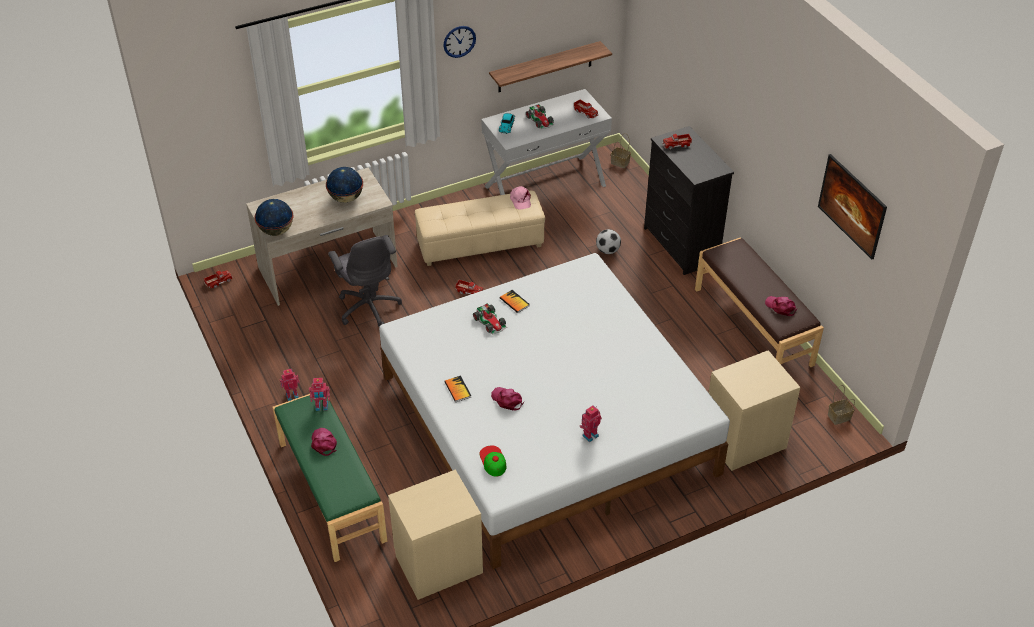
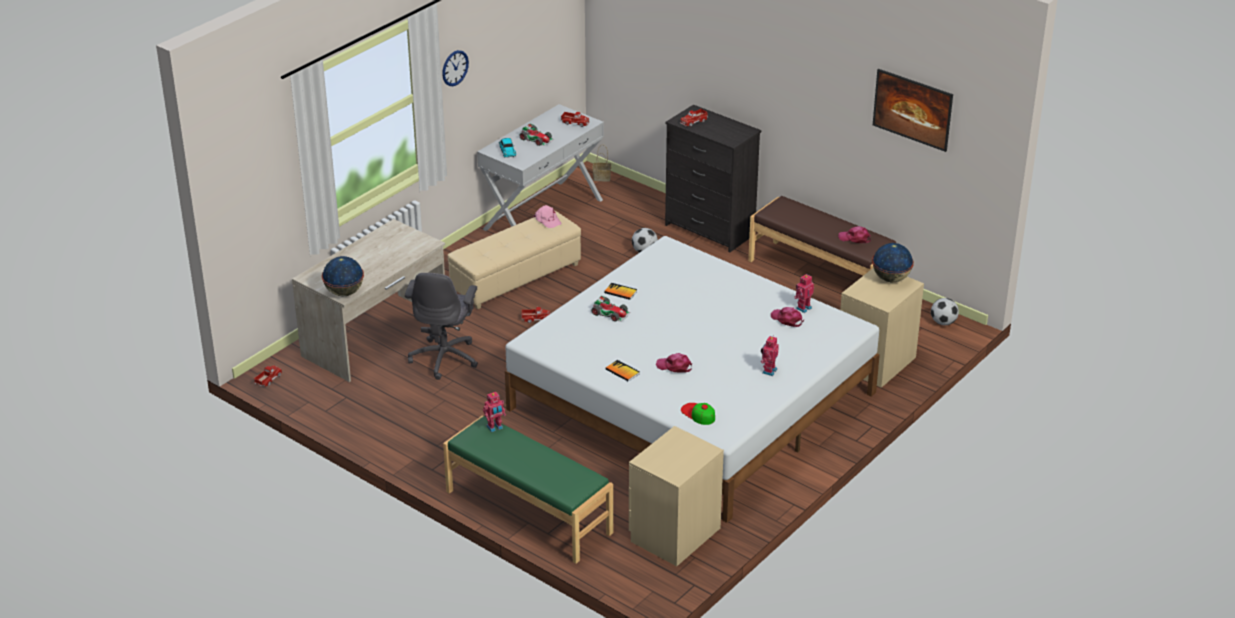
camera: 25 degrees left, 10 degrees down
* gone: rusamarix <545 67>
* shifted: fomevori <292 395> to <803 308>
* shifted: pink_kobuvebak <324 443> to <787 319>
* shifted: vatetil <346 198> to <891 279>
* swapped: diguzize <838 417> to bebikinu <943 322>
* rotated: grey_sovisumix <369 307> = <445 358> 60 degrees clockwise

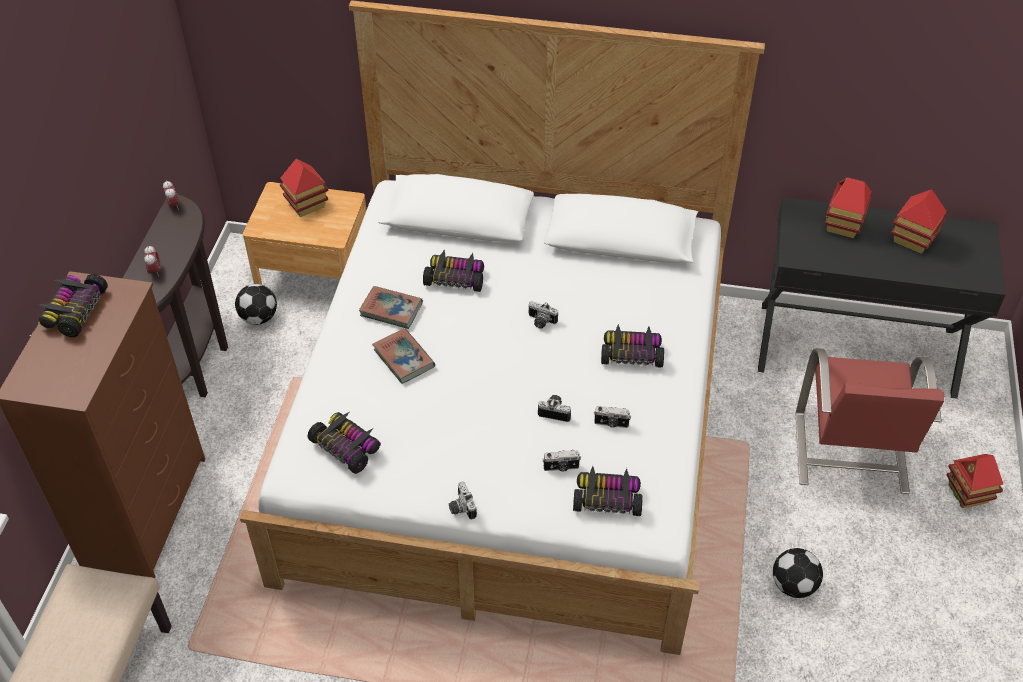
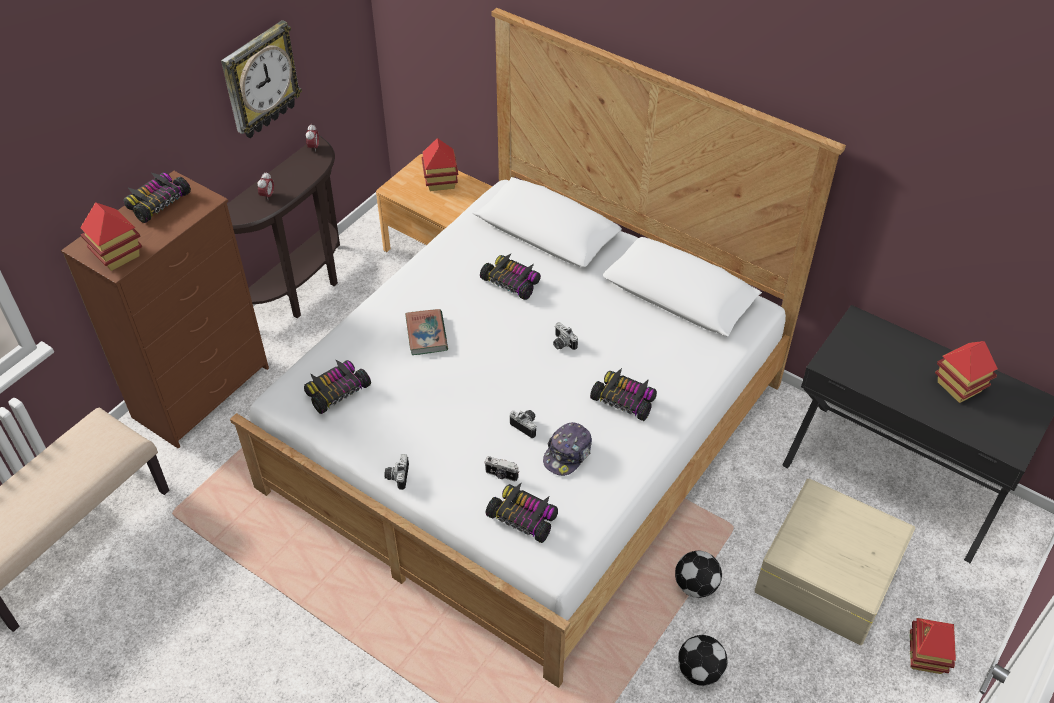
camera: 25 degrees right, 0 degrees up
* gone: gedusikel <391 310>
* new: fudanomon <260 80>
* shifted: bebikinu <259 317> to <696 585>
* shifted: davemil <843 225> to <118 256>
* swapped: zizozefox <611 424> to kobuvebak <568 454>
* swapped: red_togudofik <850 454> to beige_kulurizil <827 574>
* rotated: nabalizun <347 446> = <336 390> 105 degrees counterclockwise

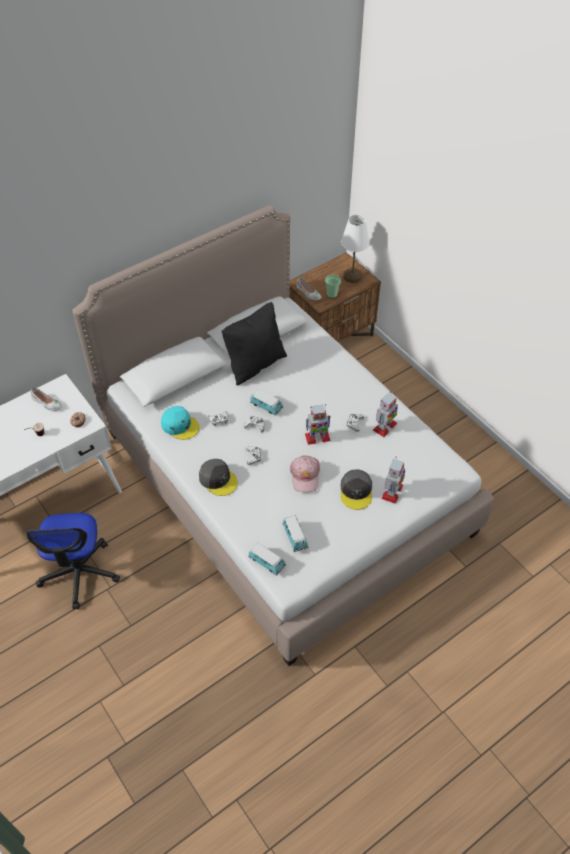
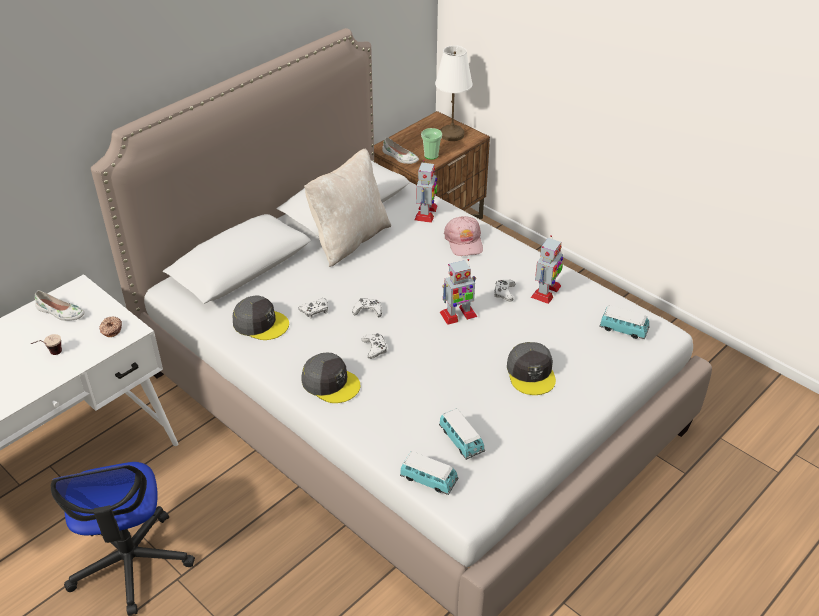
camera: 10 degrees left, 10 degrees down
* shifted: nabalizun <266 406> to <623 330>
* shifted: pink_kobuvebak <305 476> to <464 241>
* shifted: fomevori <392 492> to <426 213>
* repainted: turquoise_kobuvebak <180 425> to grey_kobuvebak <260 323>
* repainted: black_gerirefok <255 364> to beige_gerirefok <349 240>

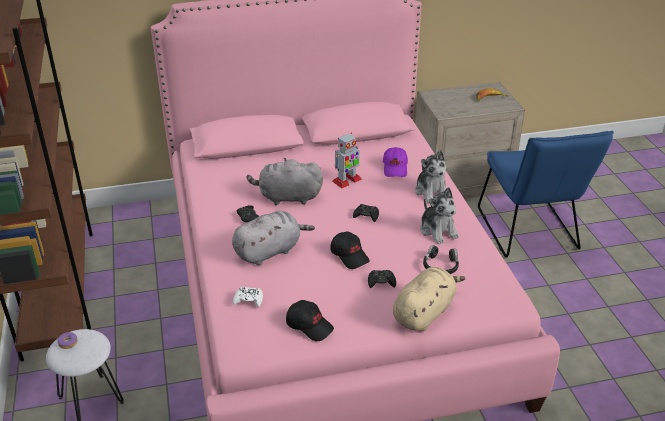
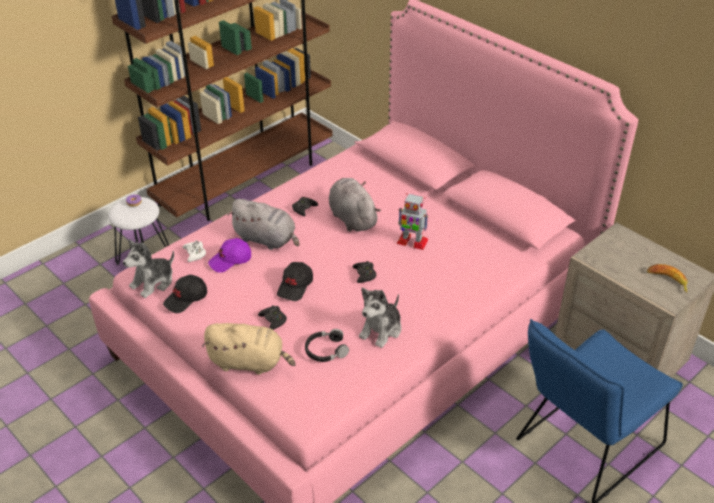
camera: 60 degrees right, 5 degrees up
* shifted: purple_kobuvebak <395 168> to <230 261>
* shifted: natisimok <431 192> to <153 282>
* rotated: black_kobuvebak <309 325> = <186 299> 45 degrees clockwise

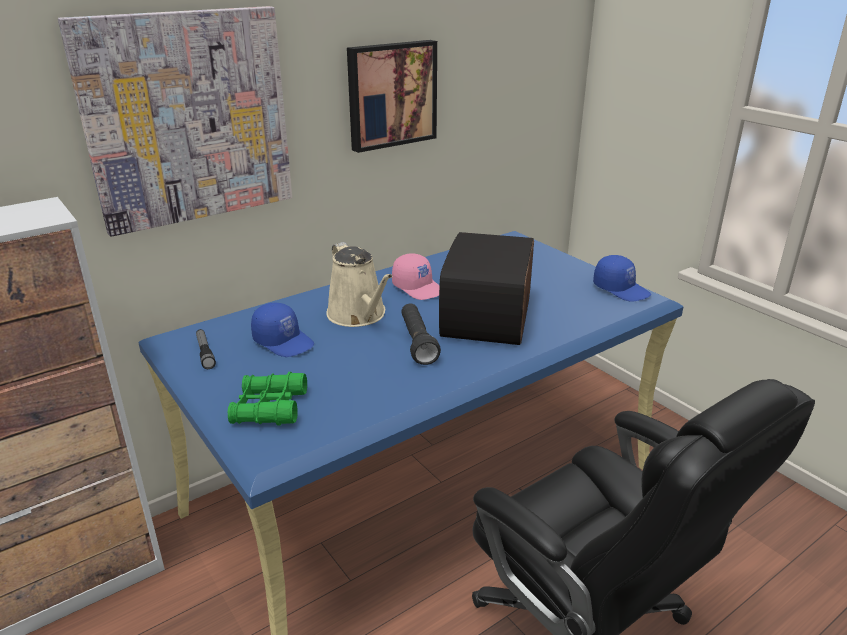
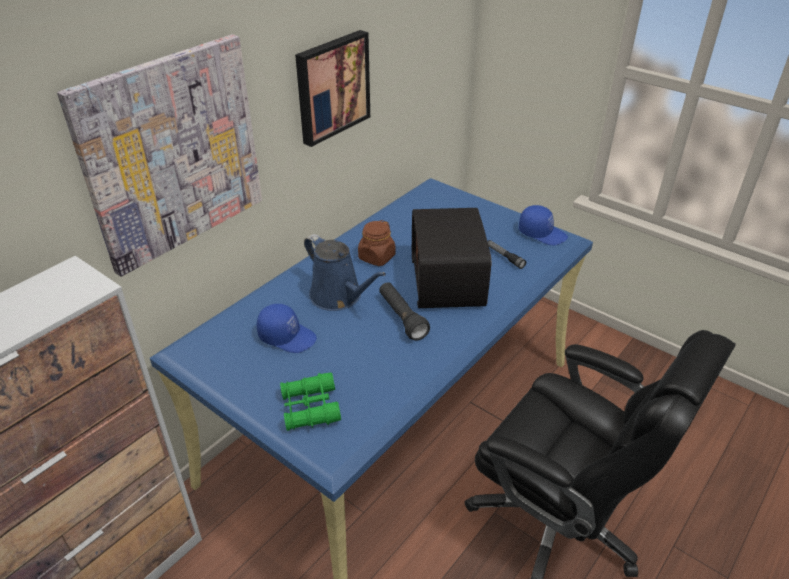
camera: 15 degrees left, 10 degrees up
* shifted: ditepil <205 353> to <504 257>
* swapped: pink_kobuvebak <418 288> to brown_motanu <376 257>
* repainted: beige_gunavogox <359 315> to blue_gunavogox <339 296>

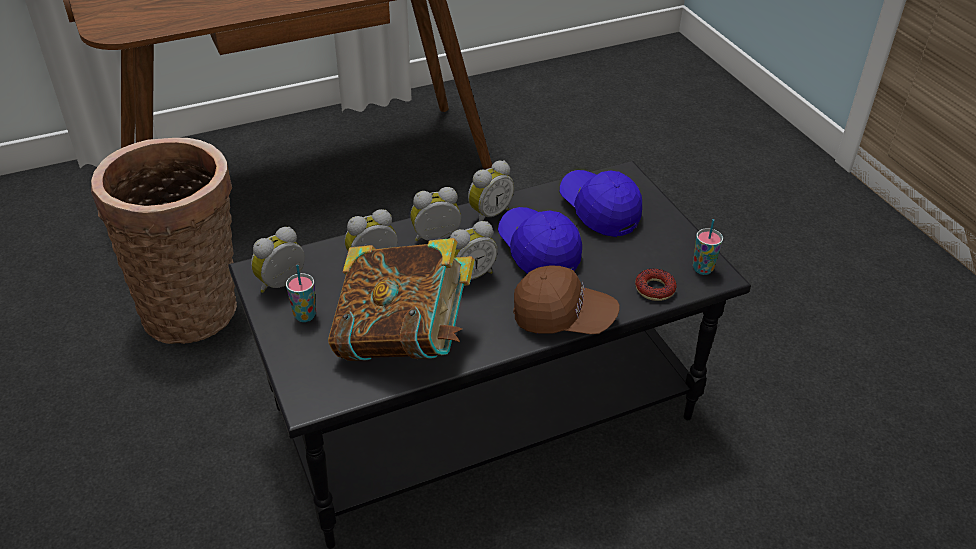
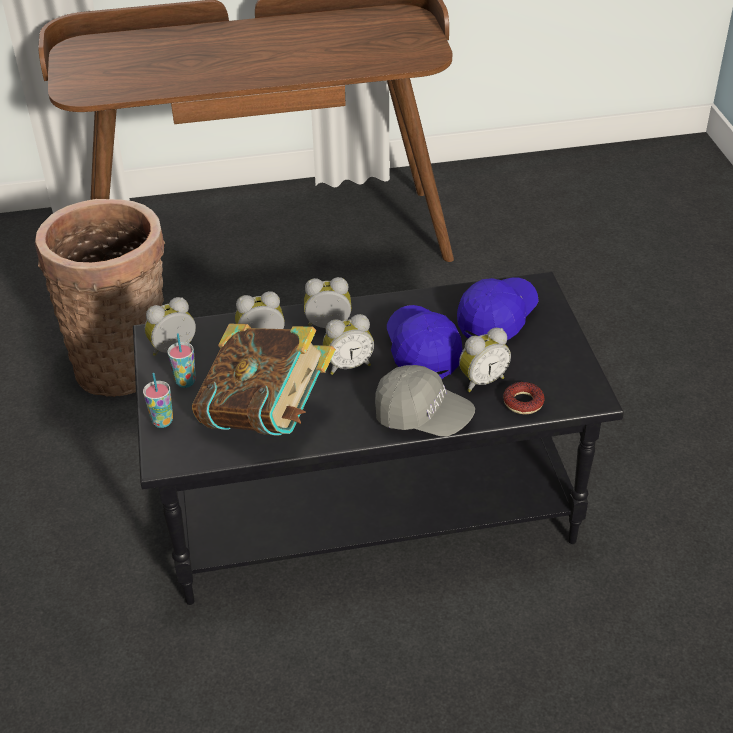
camera: 15 degrees right, 0 degrees up
* shifted: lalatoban <488 214> to <481 380>
* shifted: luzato <702 269> to <162 421>
* repainted: brown_kobuvebak <563 317> to grey_kobuvebak <423 417>
* rotated: blue_kobuvebak <599 211> = <497 318> 60 degrees clockwise

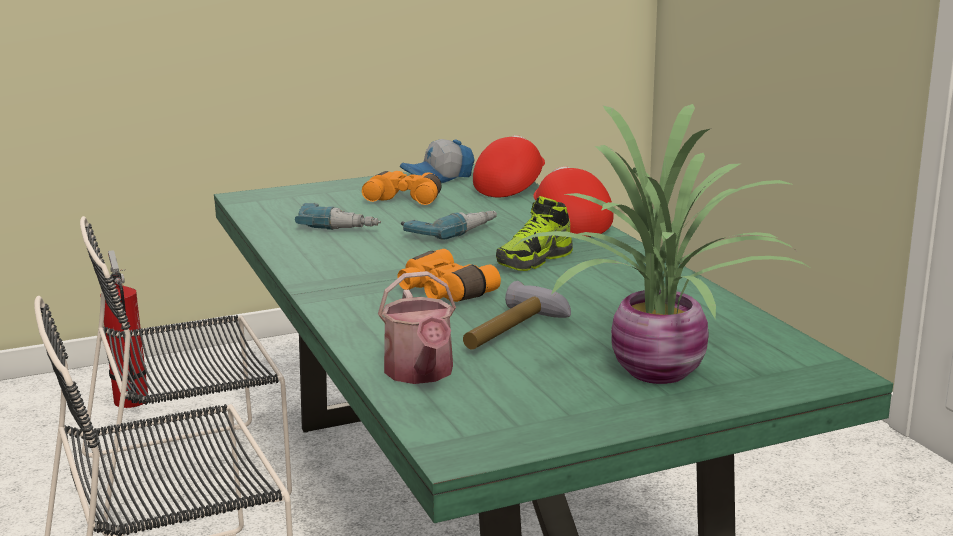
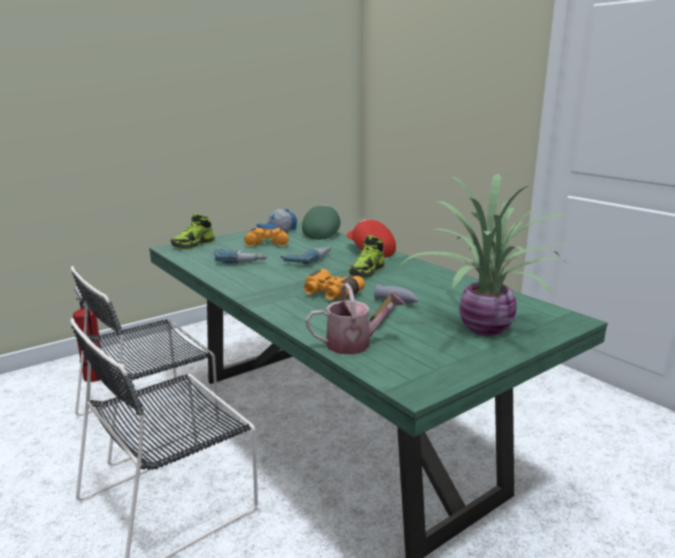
camera: 15 degrees left, 0 degrees up
* new: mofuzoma <193 245>
* repainted: red_kobuvebak <509 187> to green_kobuvebak <321 233>
* rotated: gunavogox <421 373> = <354 343> 75 degrees counterclockwise

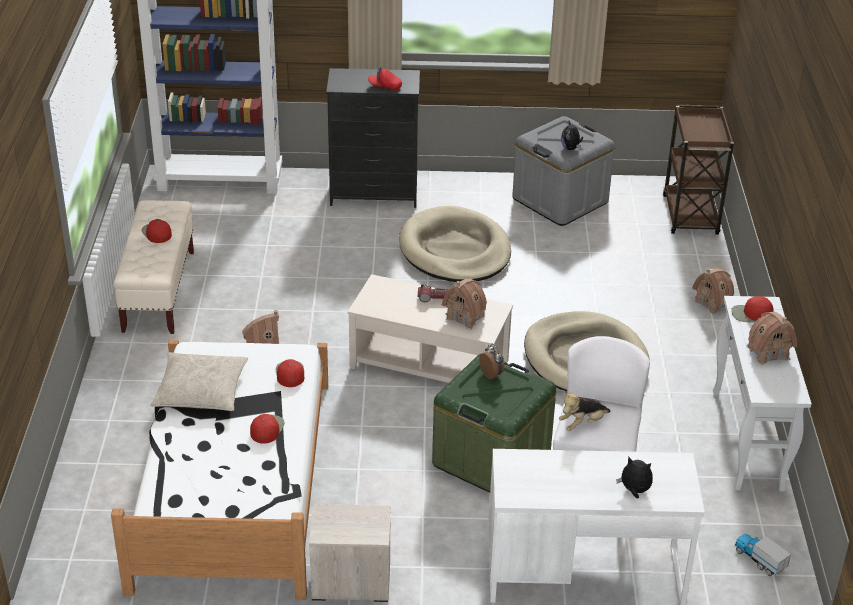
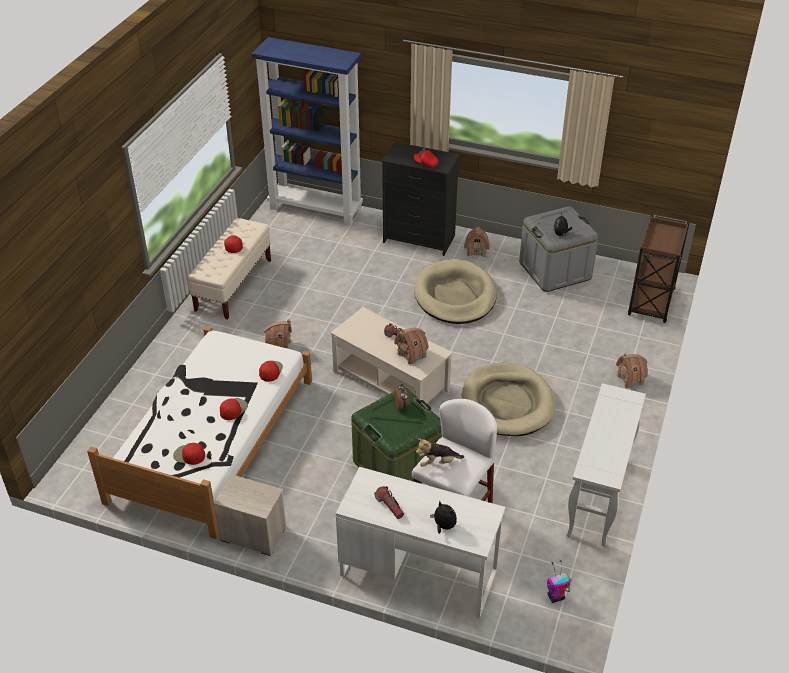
camera: 20 degrees right, 5 degrees up
* gone: beige_gerirefok <201 391>
* new: ditepil <389 506>
* shifted: red_kobuvebak <751 314> to <189 455>
* shifted: davemil <768 353> to <476 251>
* swapped: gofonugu <759 560> to fomevori <555 597>

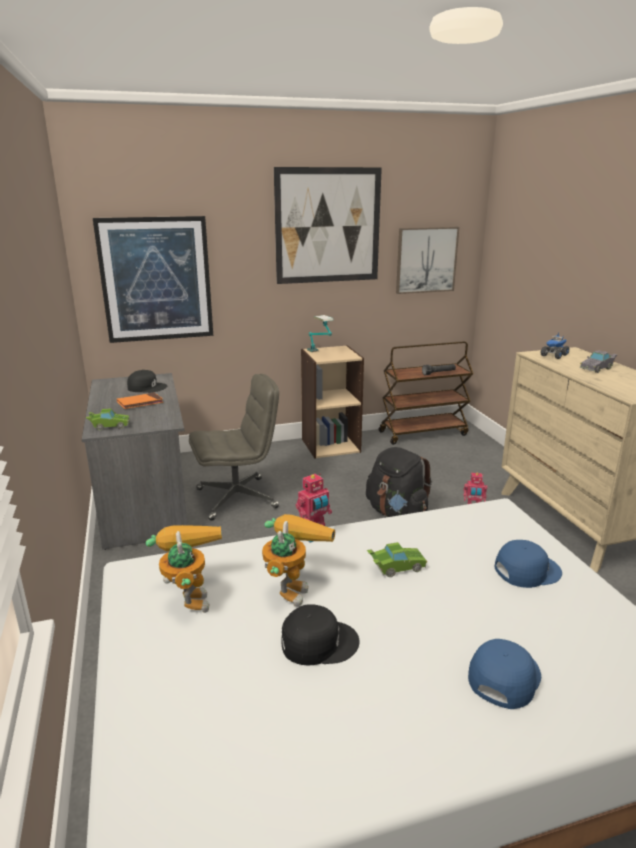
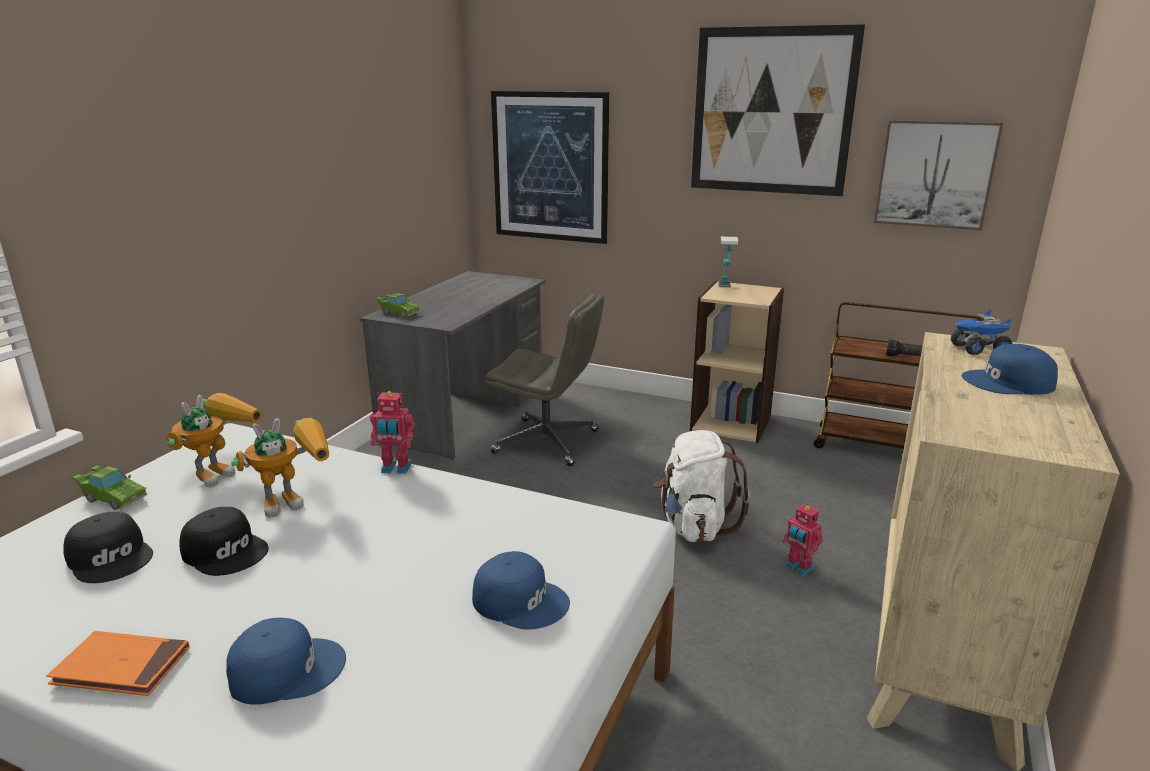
camera: 40 degrees right, 0 degrees up
* shifted: orange_gedusikel <140 403> to <122 667>
* shifted: black_kobuvebak <147 387> to <111 557>
* shifted: green_nabalizun <396 568> to <113 498>
* swapped: grey_nabalizun <597 368> to blue_kobuvebak <1009 383>
* repainted: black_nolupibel <397 513> to white_nolupibel <694 526>

